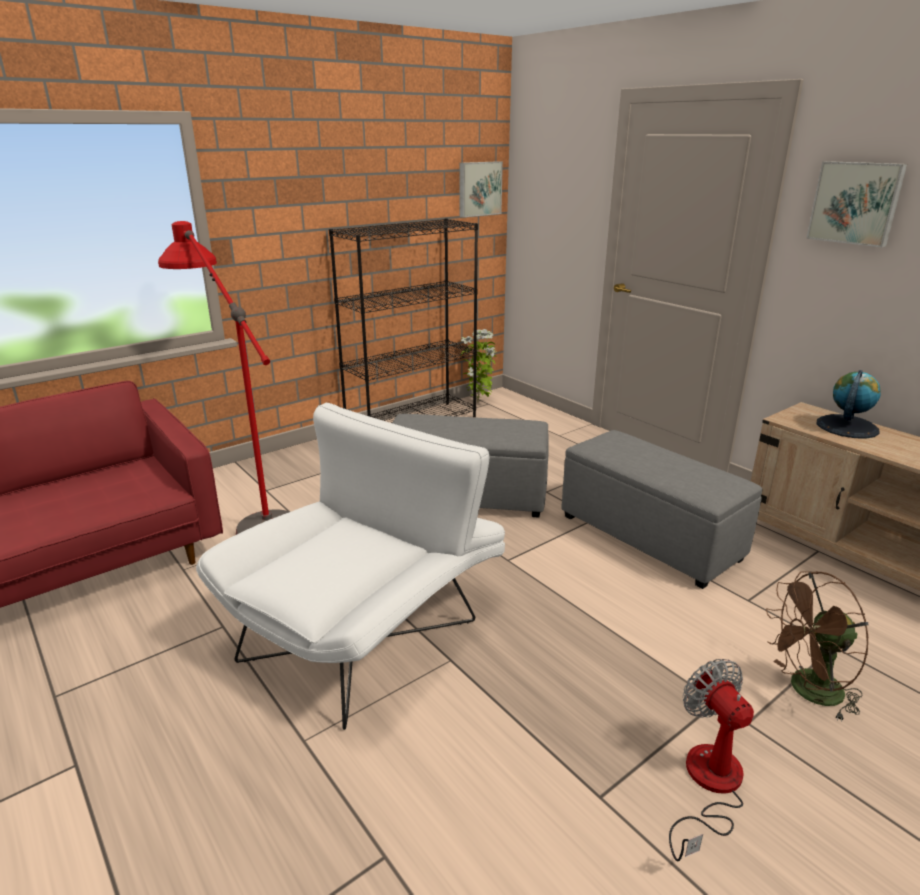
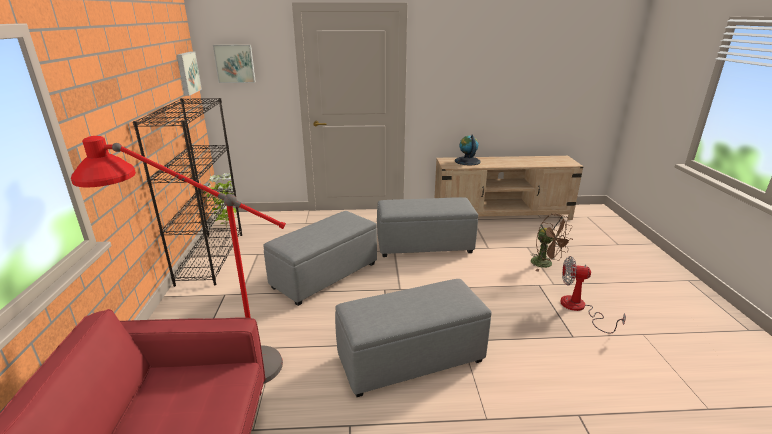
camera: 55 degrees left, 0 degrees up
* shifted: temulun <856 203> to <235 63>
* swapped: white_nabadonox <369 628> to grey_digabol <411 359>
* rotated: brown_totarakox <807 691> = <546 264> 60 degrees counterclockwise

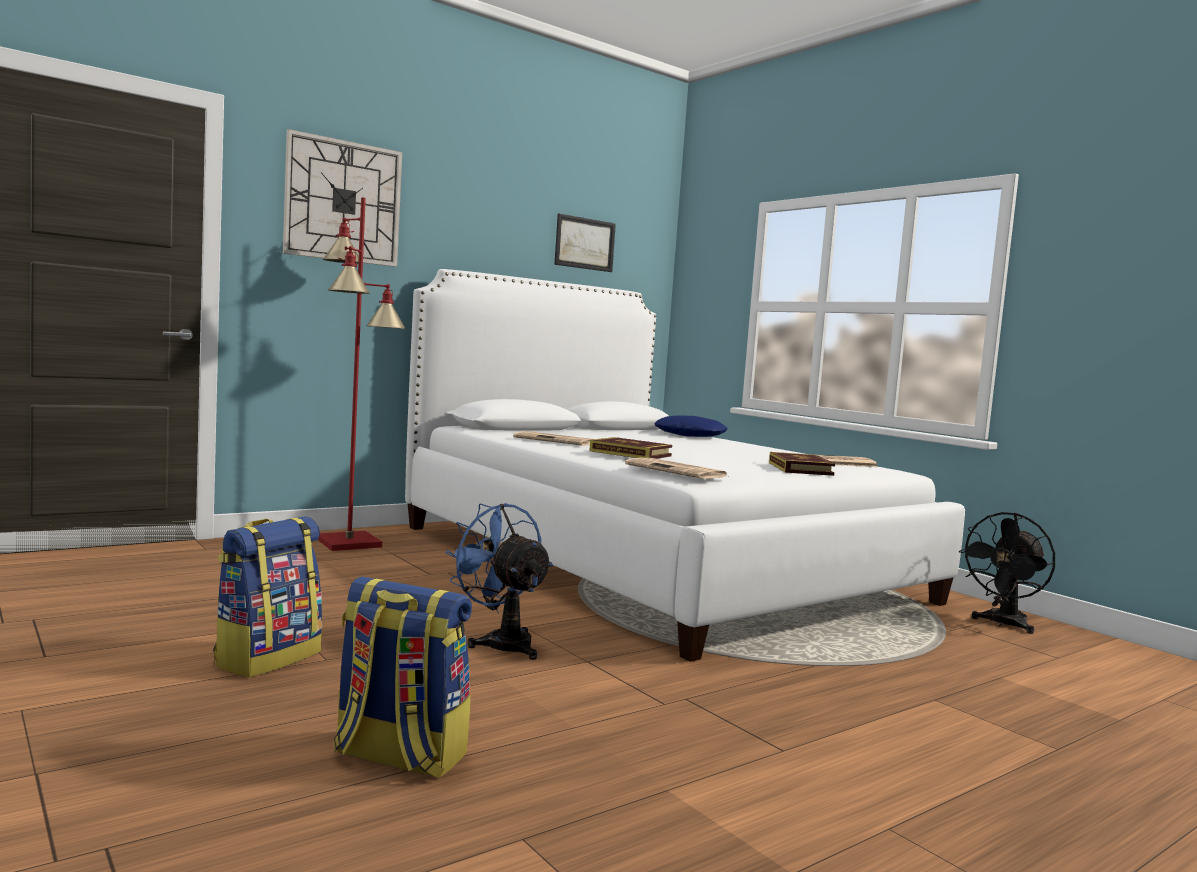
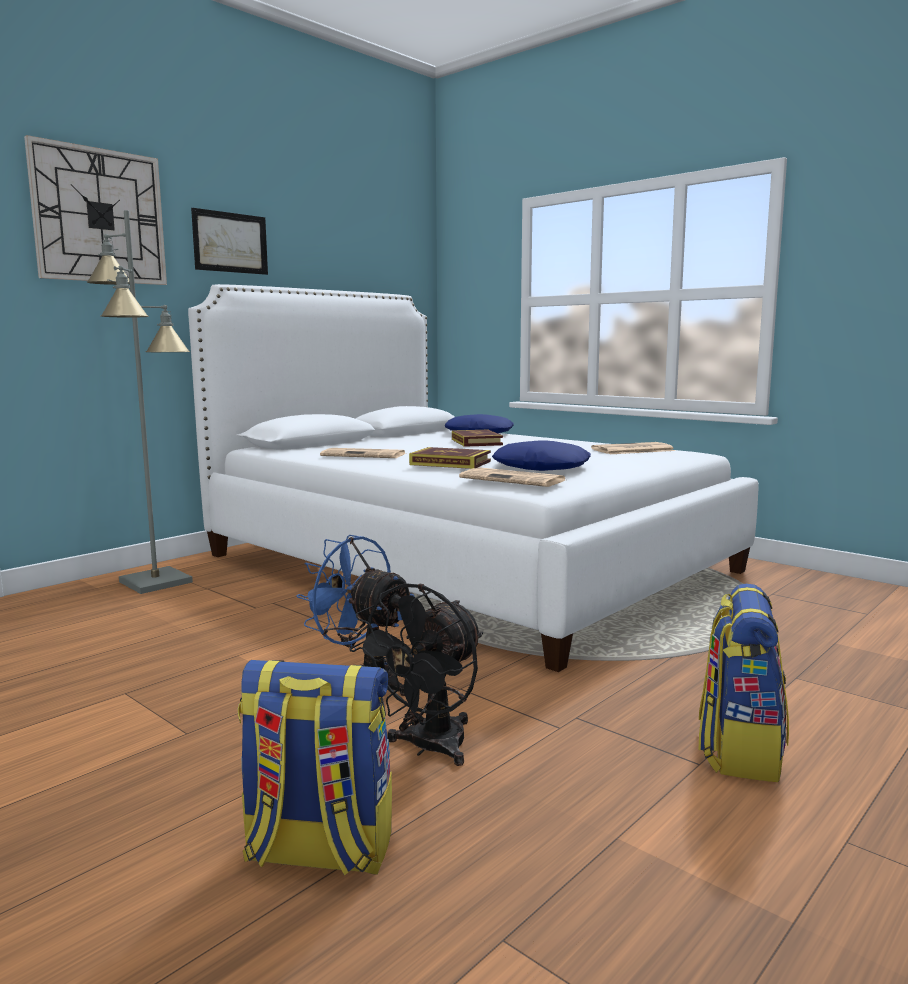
camera: 10 degrees left, 5 degrees up
* new: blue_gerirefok <542 467>
* shifted: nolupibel <267 658> to <739 750>
* shifted: temulun <585 243> to <230 242>
* shifted: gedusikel <800 469> to <476 442>
* shifted: black_totarakox <1003 624> to <428 748>
* repainted: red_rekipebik <349 543> to grey_rekipebik <156 581>

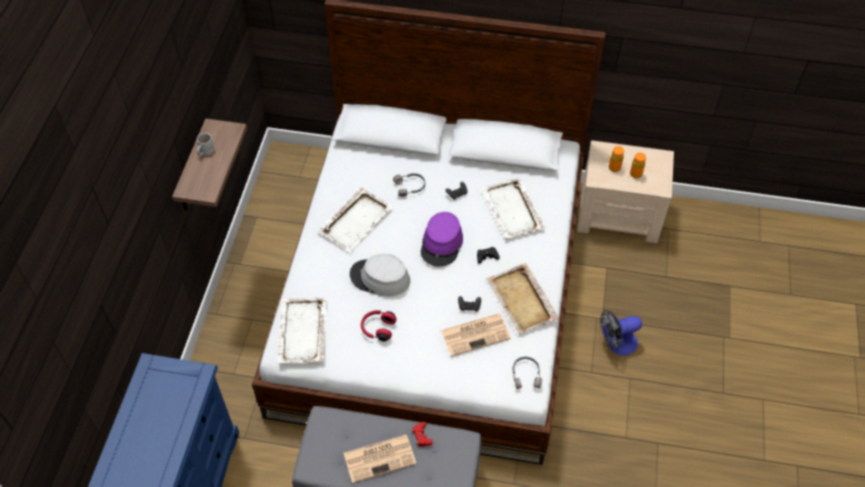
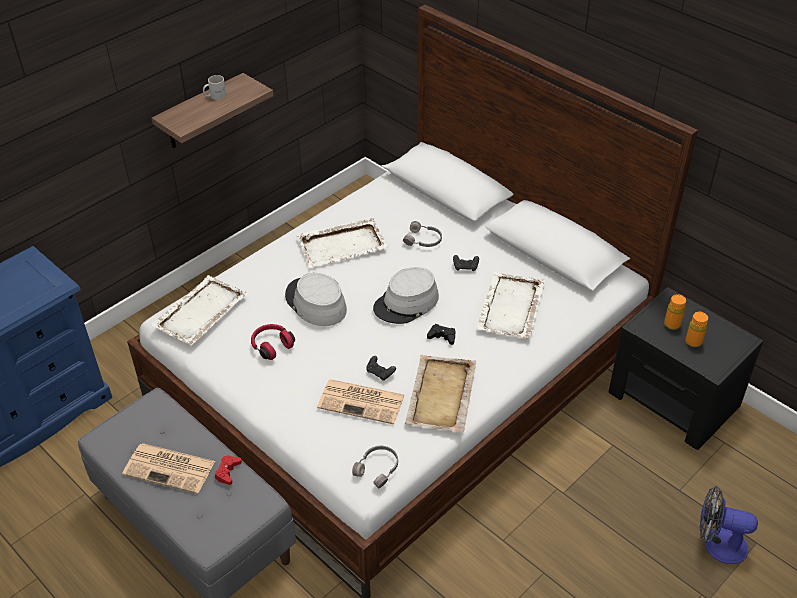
camera: 35 degrees right, 10 degrees down
* shifted: totarakox <616 344> to <717 544>
* repainted: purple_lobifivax <442 244> to grey_lobifivax <406 303>
* repainted: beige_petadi <619 214> to black_petadi <674 399>

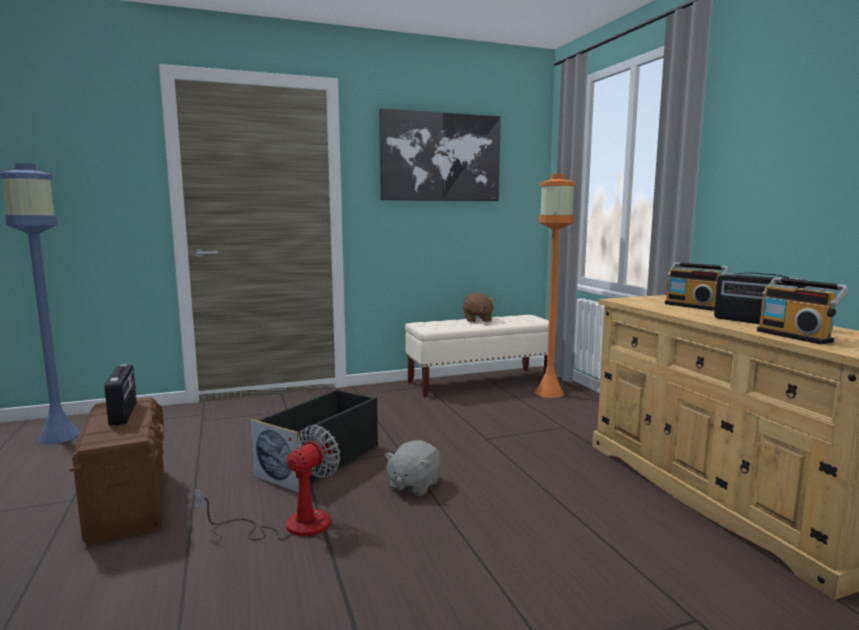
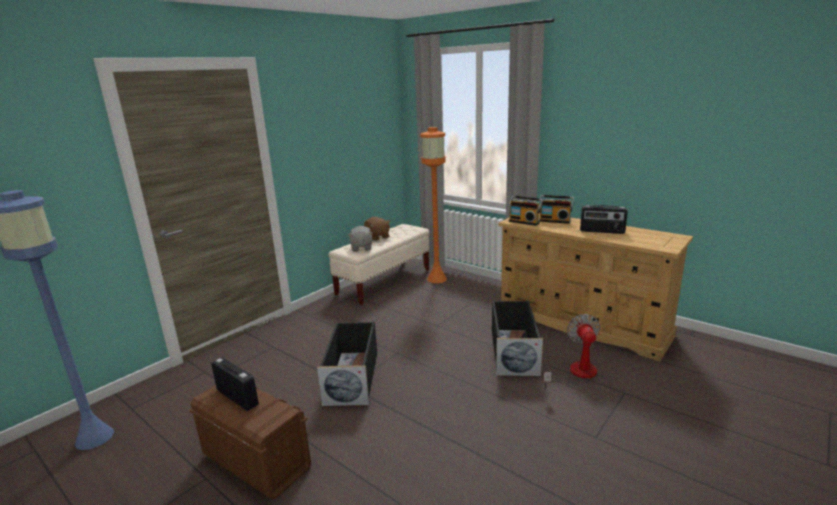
camera: 30 degrees left, 10 degrees up
* gone: temulun <440 157>
* new: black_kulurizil <513 351>
* shifted: totarakox <290 525> to <577 374>
* shifted: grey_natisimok <413 485> to <361 248>
* shifted: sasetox <795 336> to <524 222>

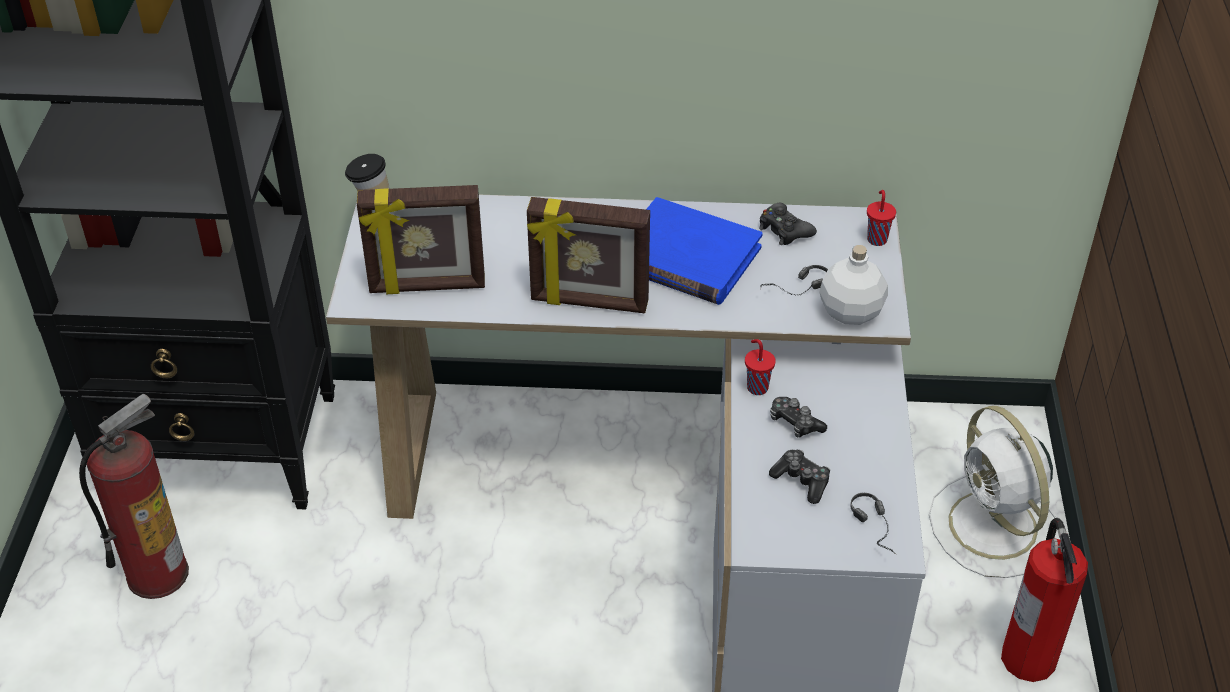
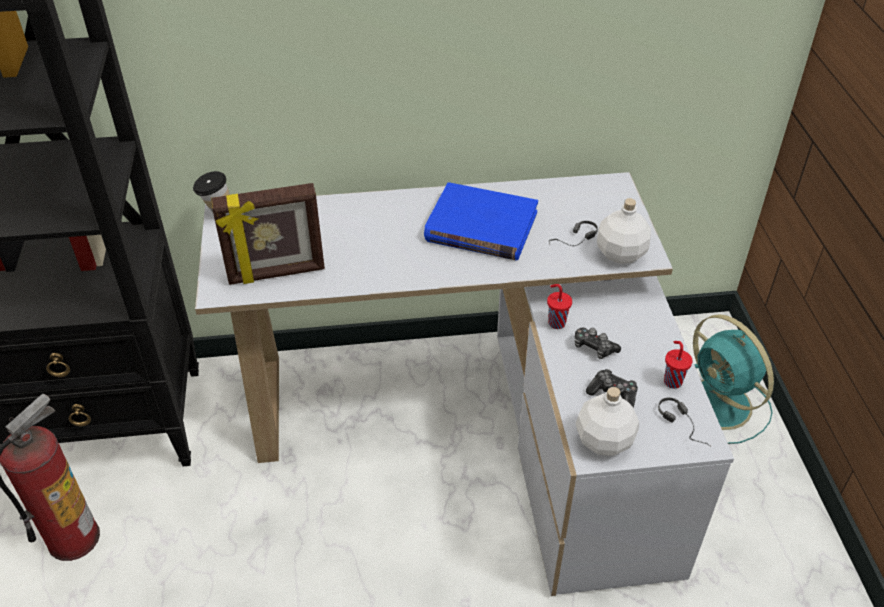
camera: 10 degrees left, 0 degrees up
* gone: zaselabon <589 302>
* gone: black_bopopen <784 230>
* gone: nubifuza <1028 657>
* new: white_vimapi <603 441>
* shifted: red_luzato <876 239> to <672 381>
* repainted: white_totarakox <995 528> to turquoise_totarakox <720 406>

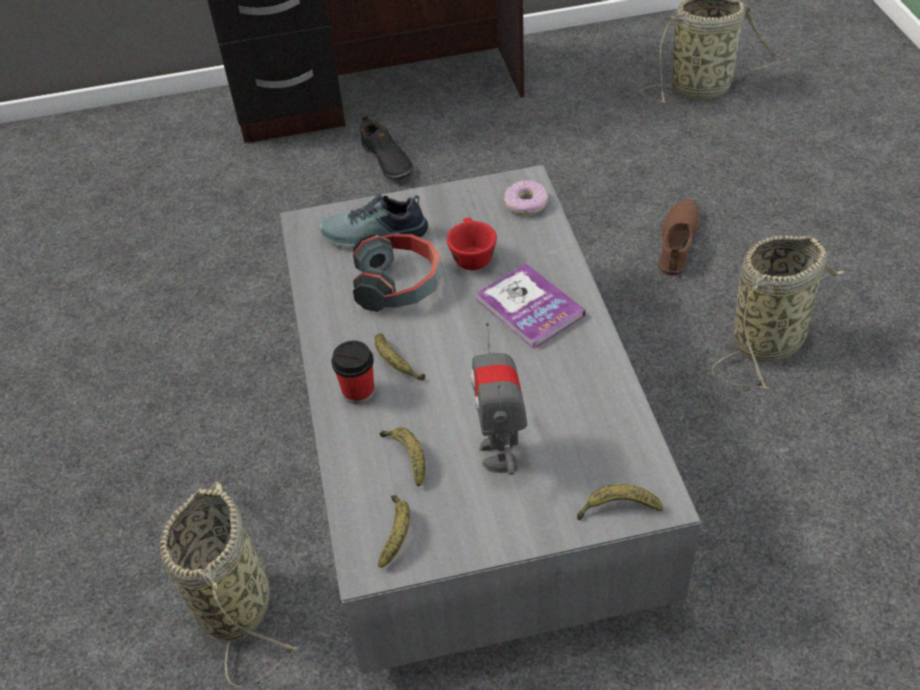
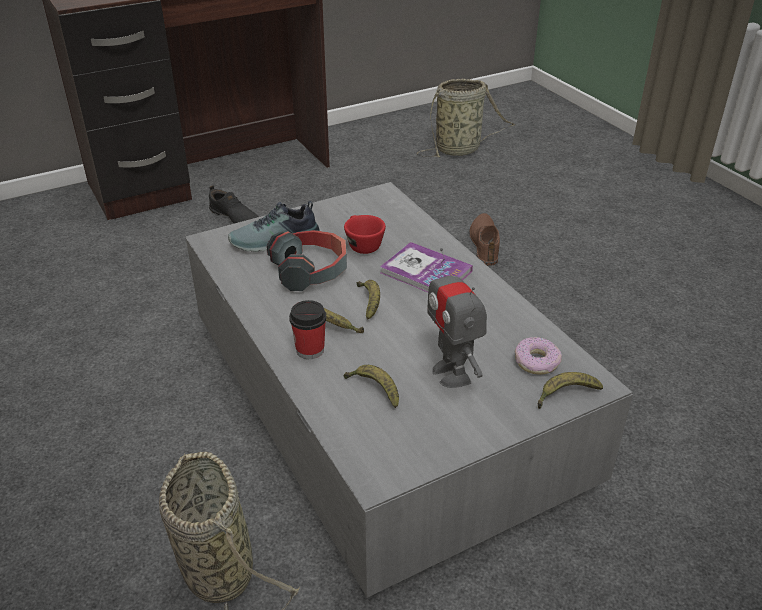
camera: 20 degrees left, 10 degrees down
* gone: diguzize <771 339>
* shifted: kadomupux <396 534> to <369 302>
* shifted: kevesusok <526 204> to <537 362>

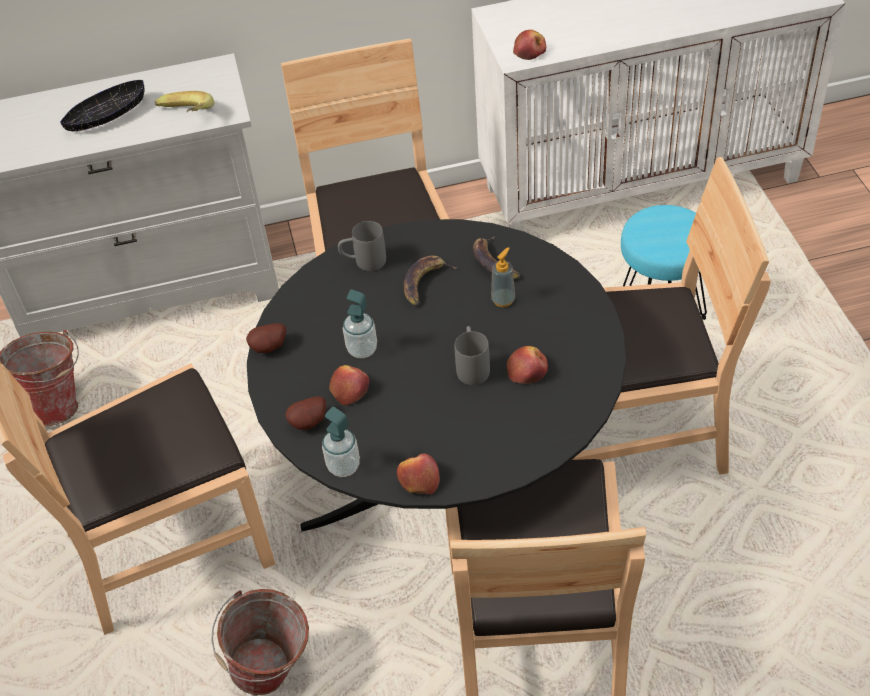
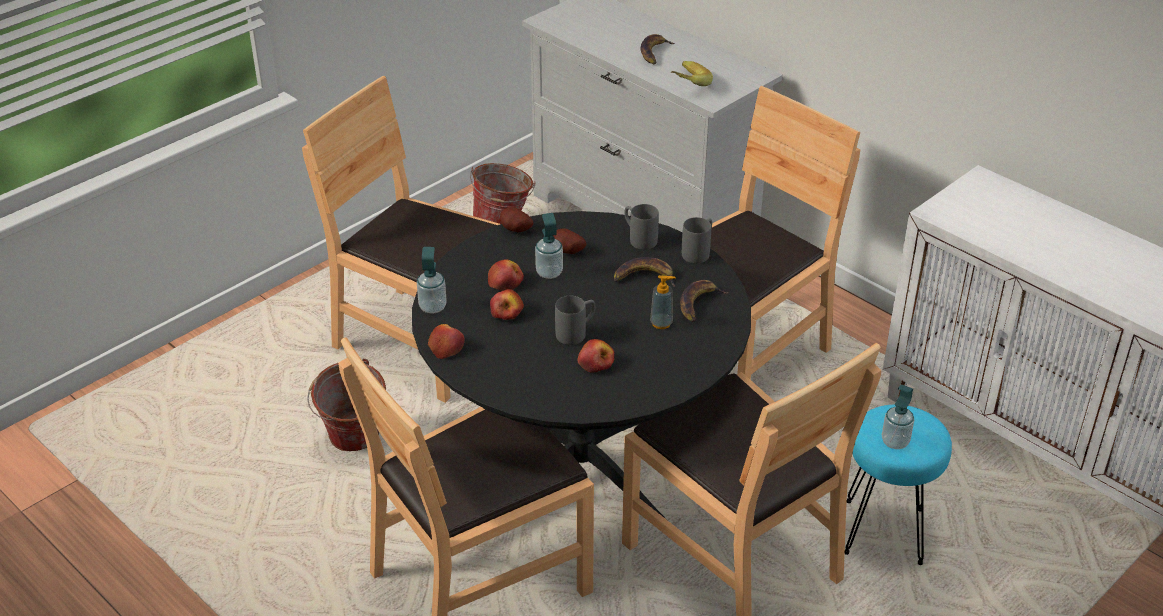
camera: 55 degrees right, 10 degrees down
* new: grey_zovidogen <699 252>
* new: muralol <895 442>
* shifted: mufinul <310 423> to <567 252>
* shifted: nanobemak <530 52> to <507 312>
* swapped: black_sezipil <107 116> to kadomupux <654 52>

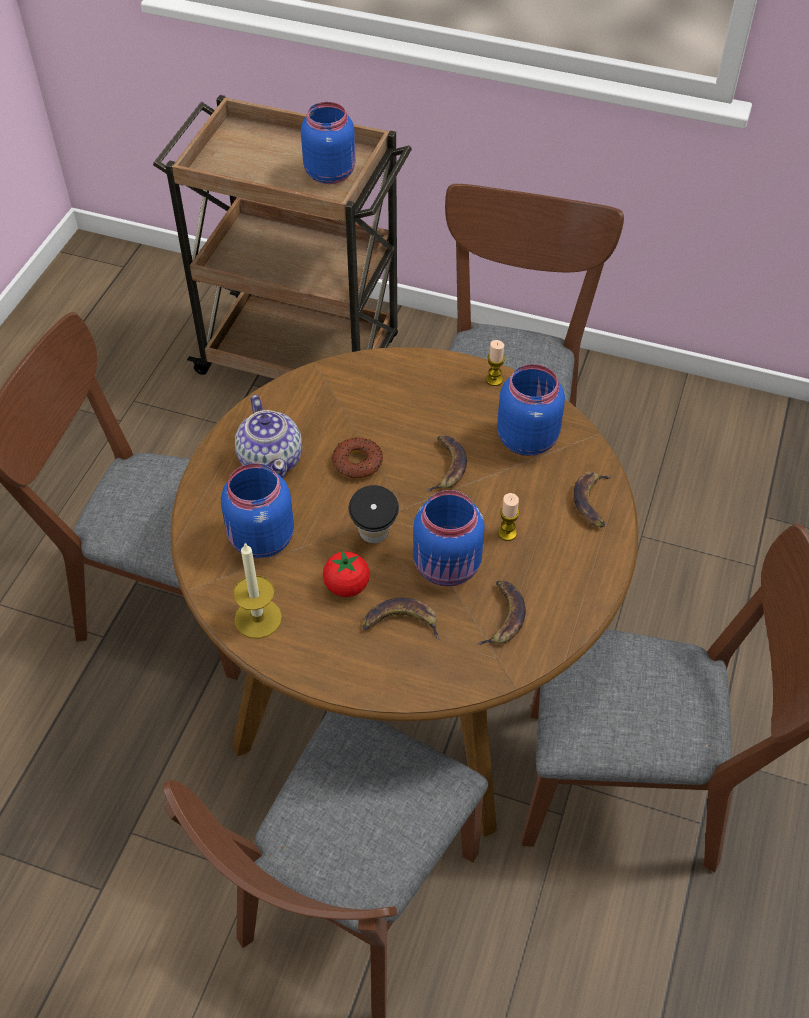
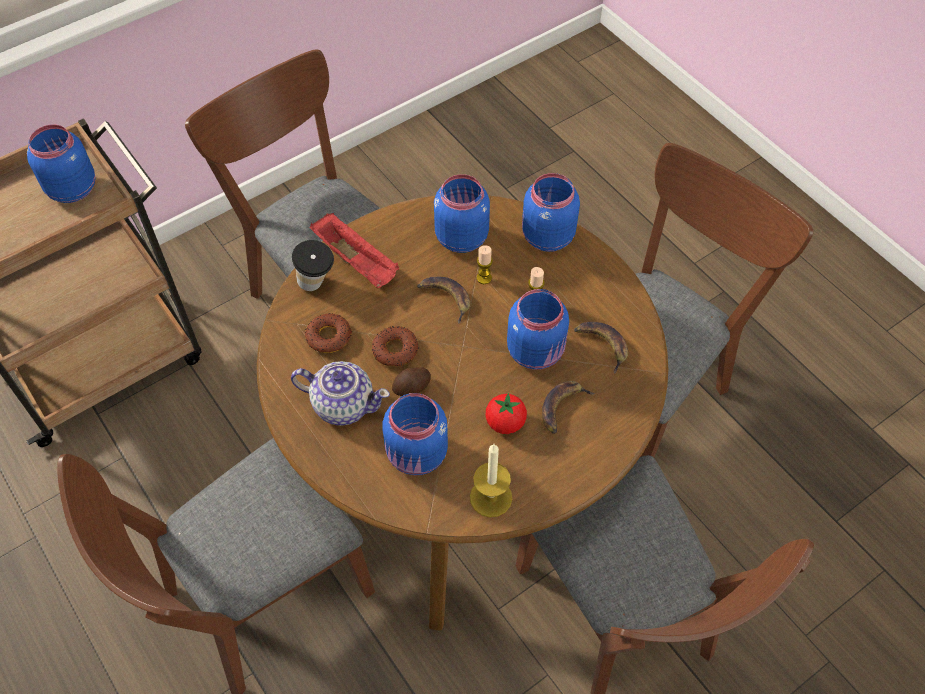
camera: 55 degrees left, 5 degrees up
* new: kevesusok <329 337>
* new: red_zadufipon <357 262>
* new: mufinul <412 388>
* shifted: luzato <374 540> to <317 285>
* shifted: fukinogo <494 380> to <484 278>
* swapped: kadomupux <592 502> to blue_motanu <546 237>

